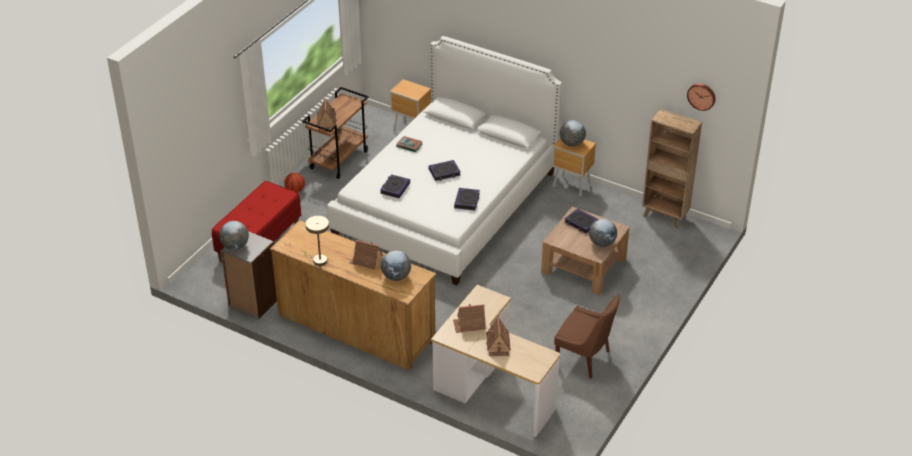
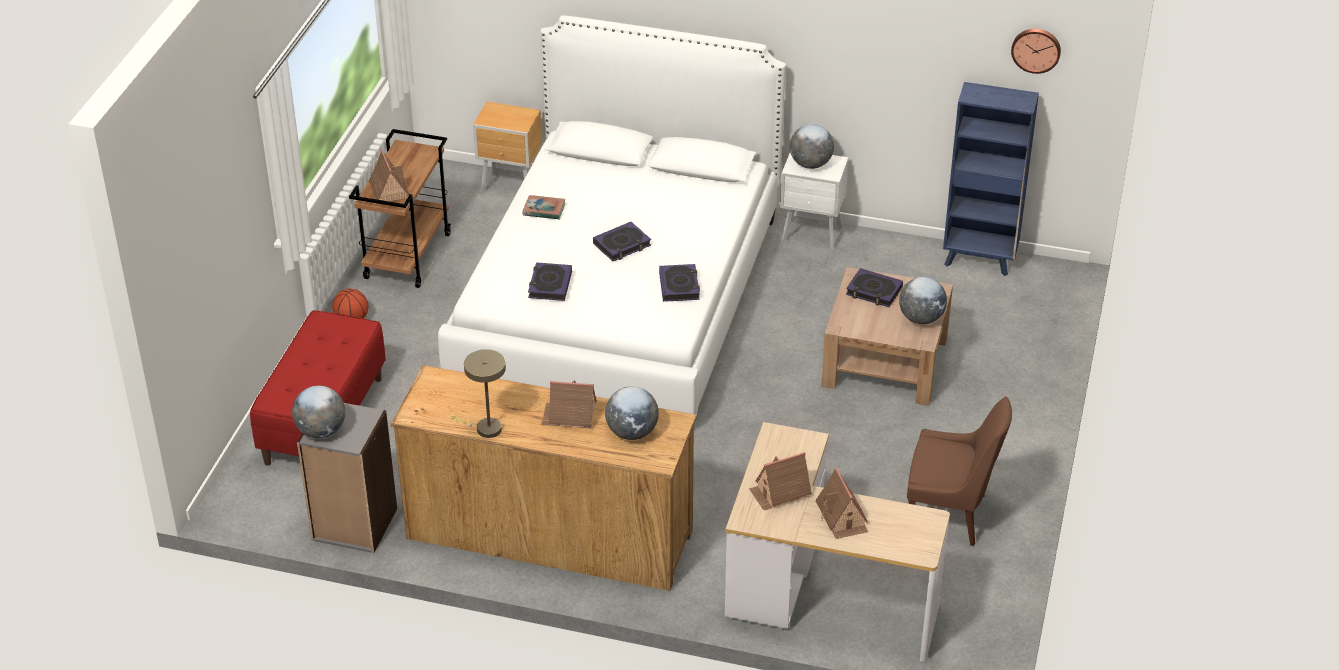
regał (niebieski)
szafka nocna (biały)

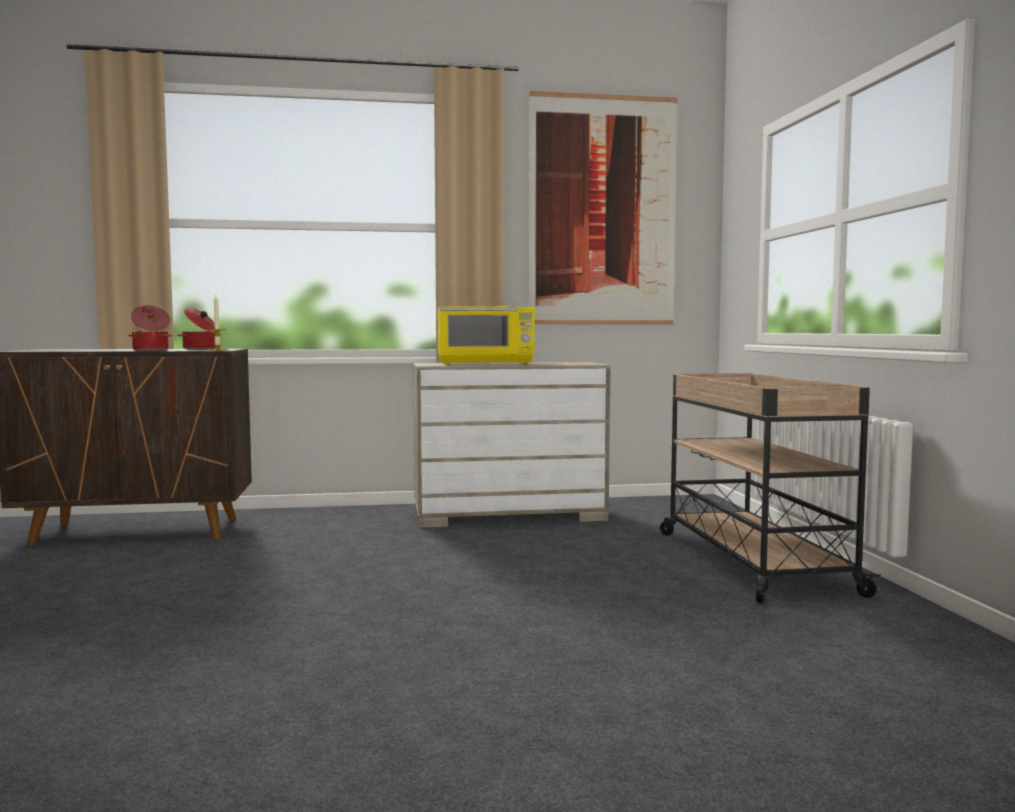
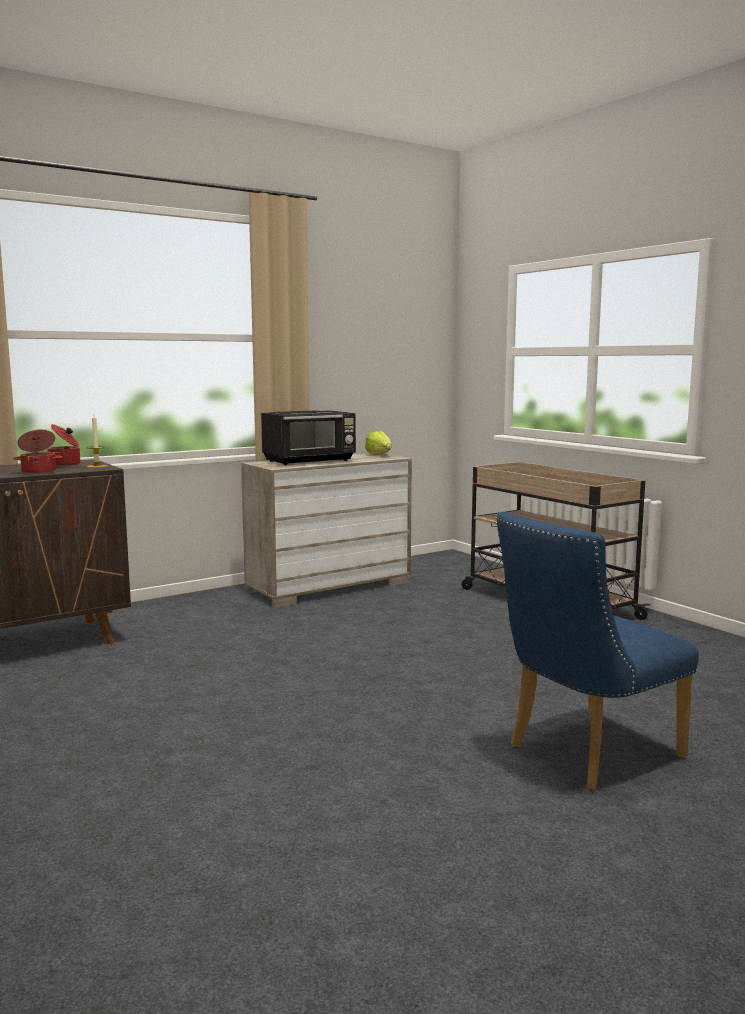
obraz
mikrofalówka (czarny)
sałata
krzesło (niebieski)

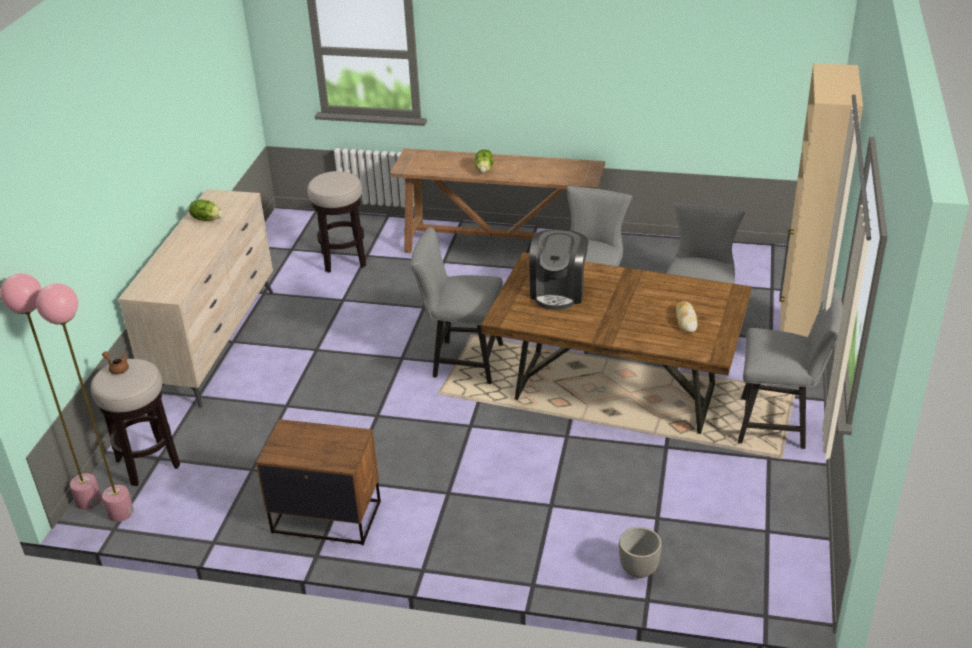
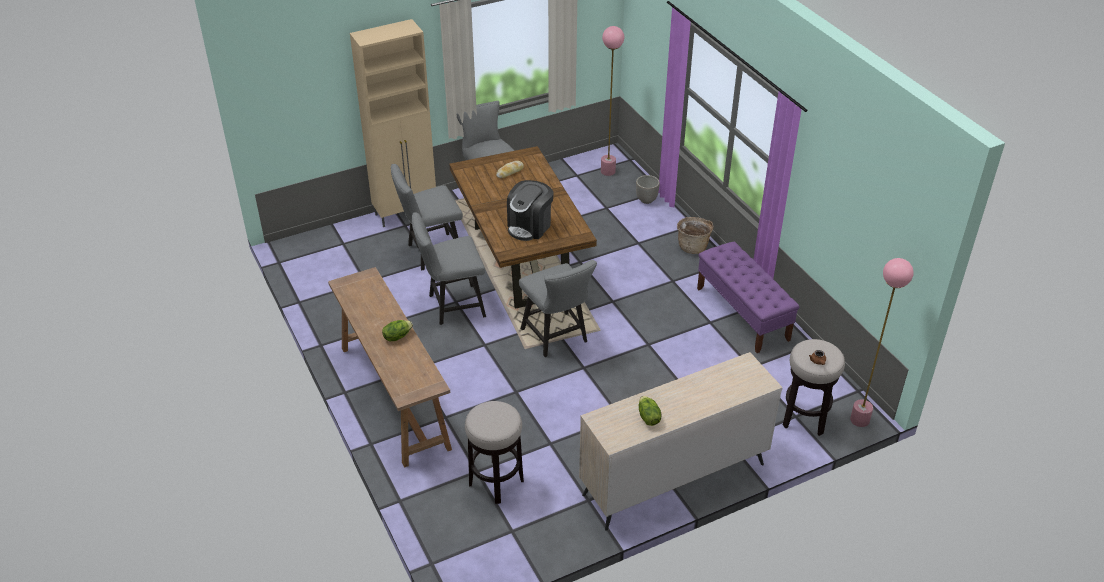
ekspres do kawy
lampa stojąca (różowy) (1st from left)
ławka (fioletowy)
koszyk

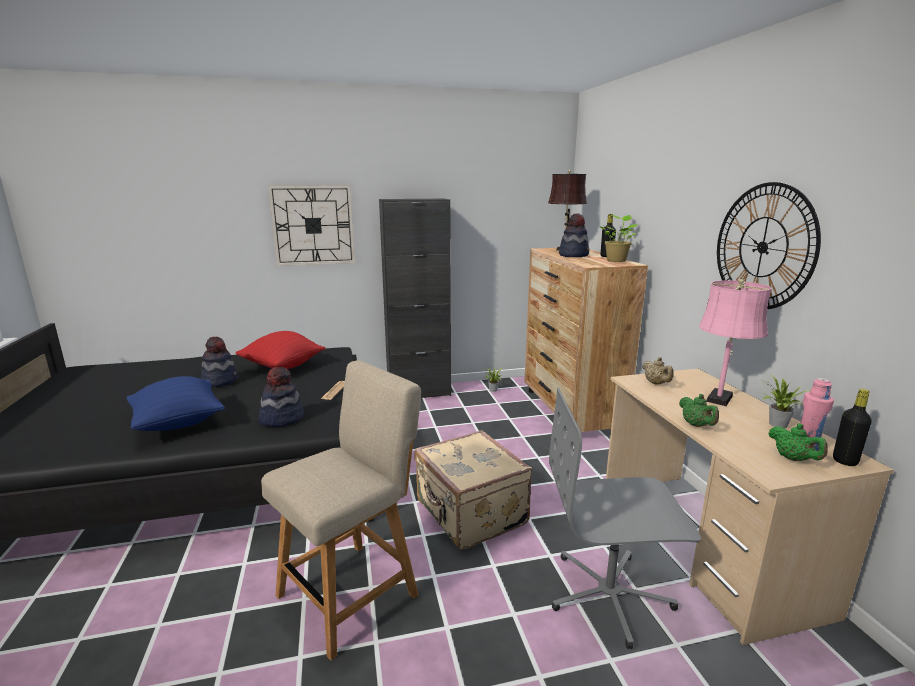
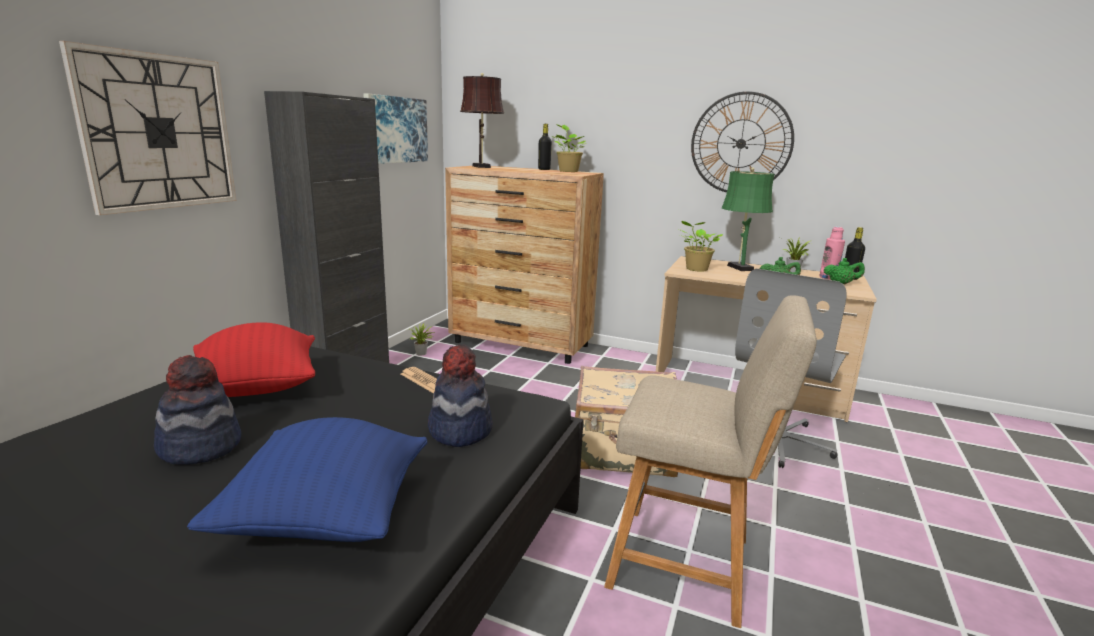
kapelusz (3rd from left in the first image)
lampa stołowa (zielony)
roślina doniczkowa (3rd from left)
krzesło (beżowy)
obraz

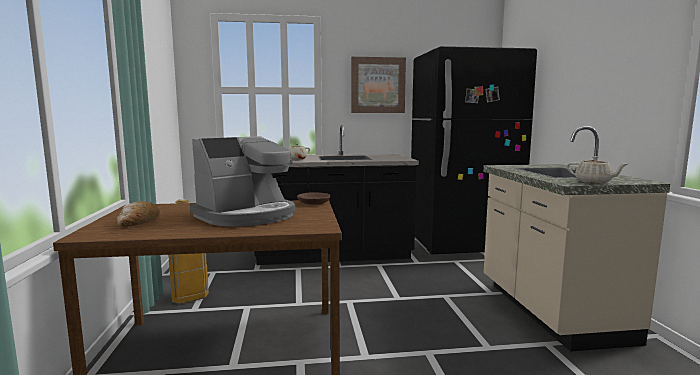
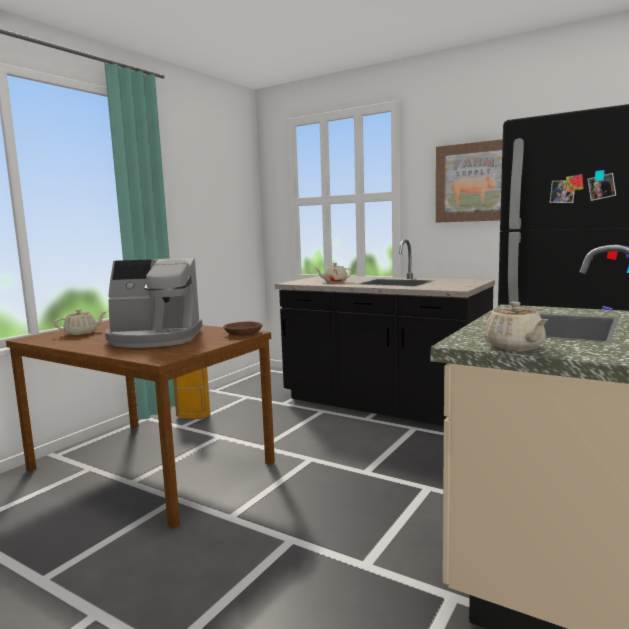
imbryk (beżowy) (1st from left)

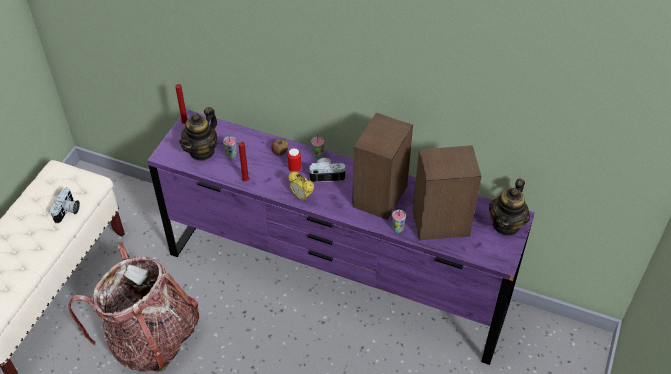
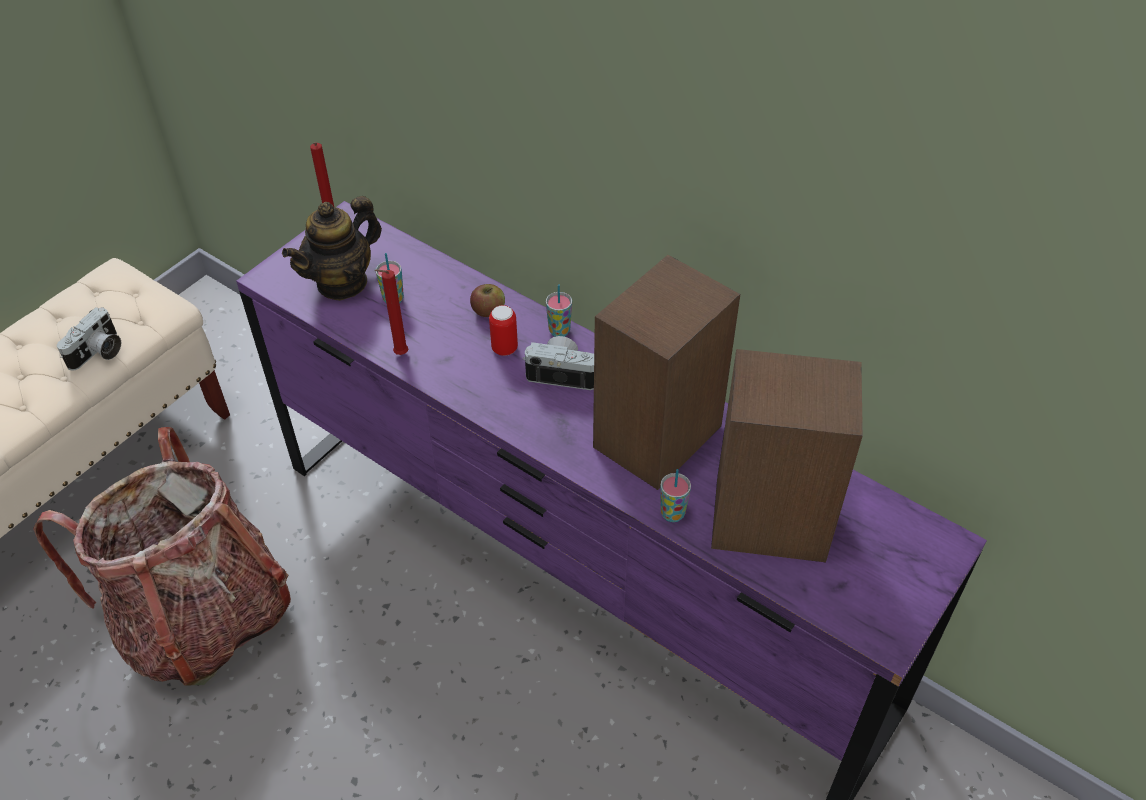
budzik
imbryk (2nd from left in the first image)

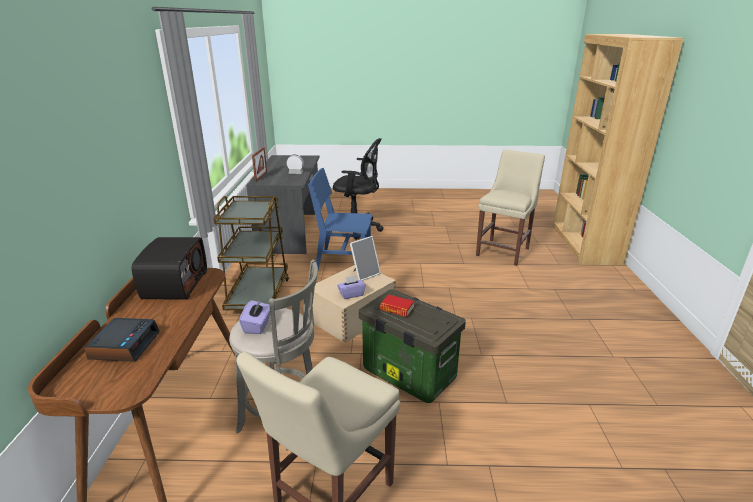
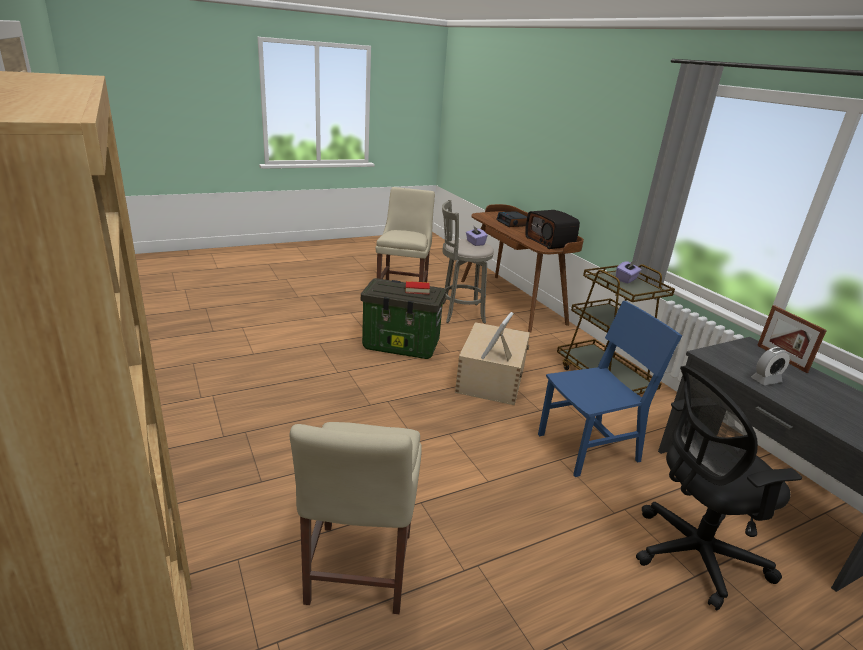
pudełko chusteczek (fioletowy) (2nd from left)

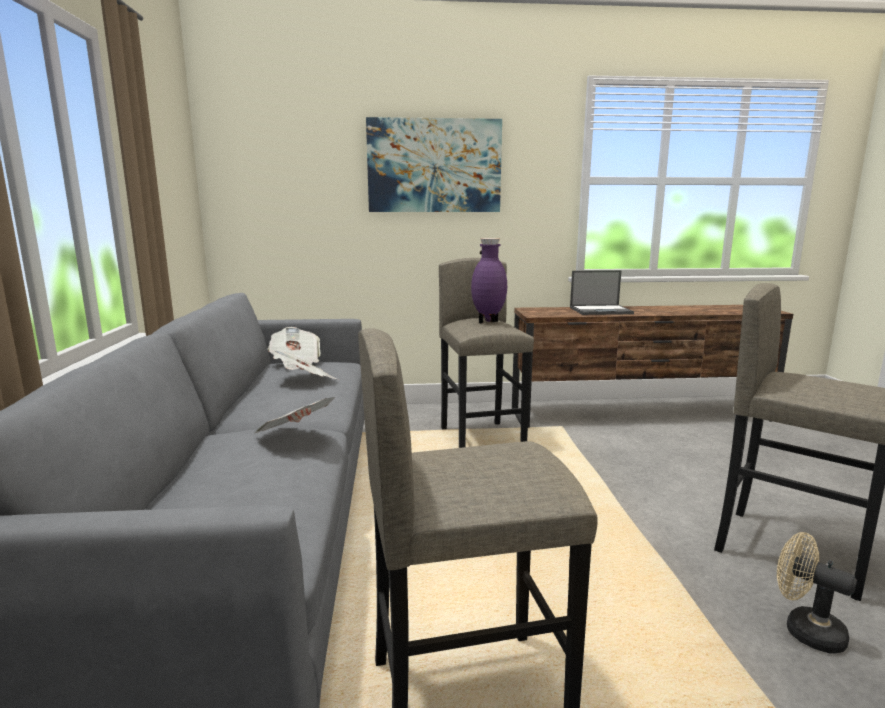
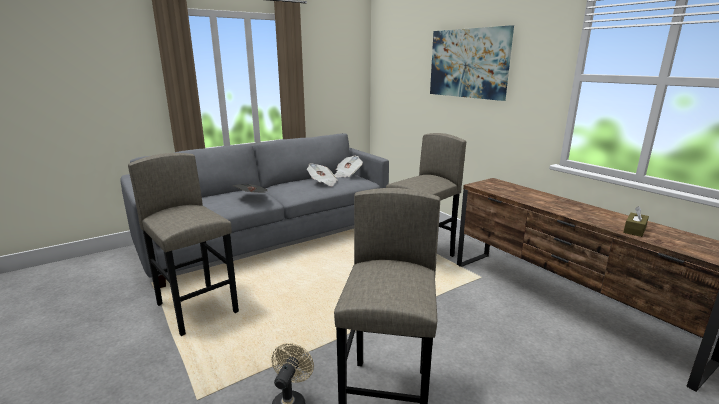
wazon (fioletowy)
laptop
pudełko chusteczek (brązowy)

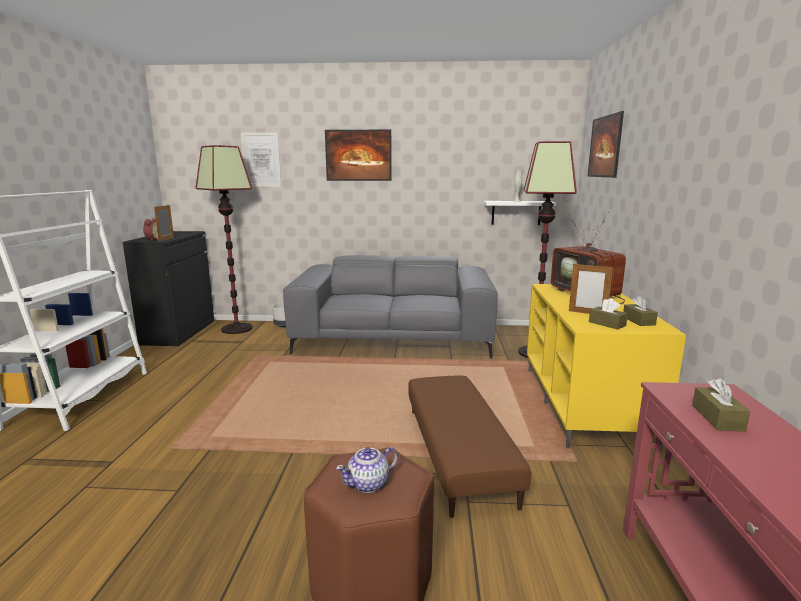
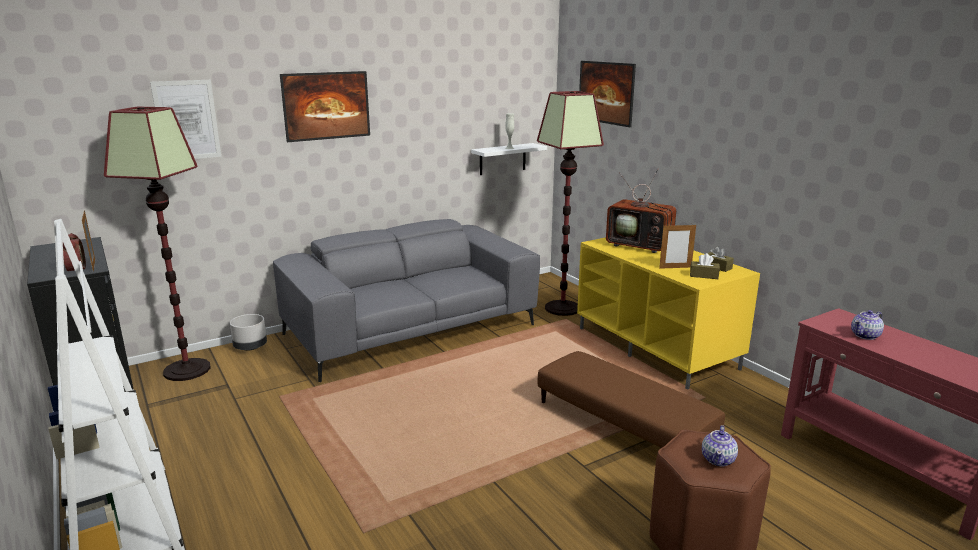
imbryk (2nd from left)

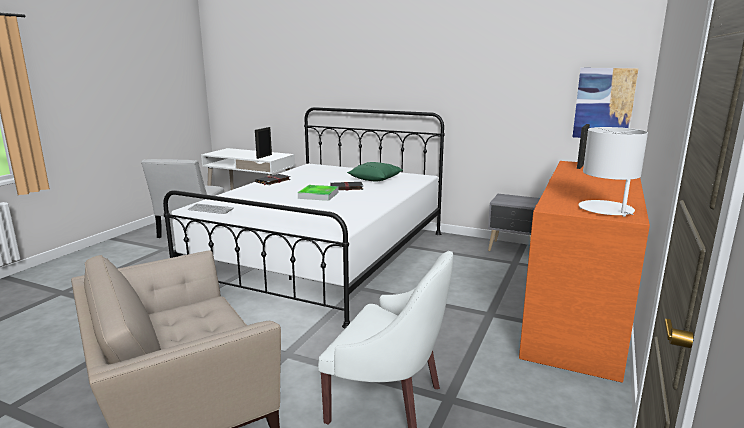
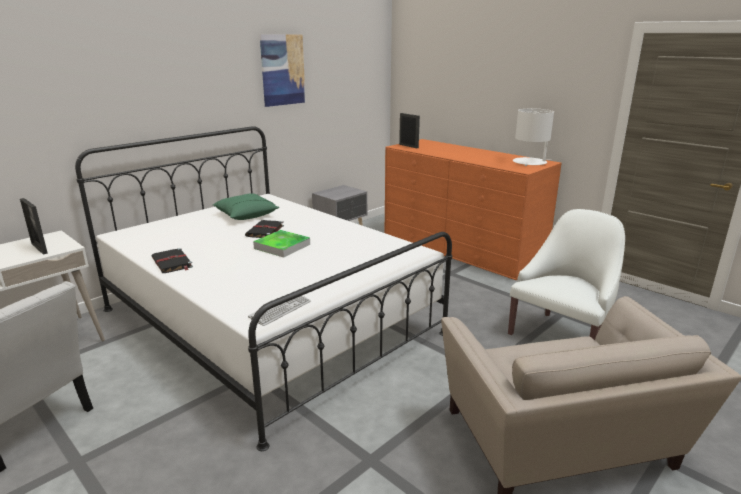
obraz

